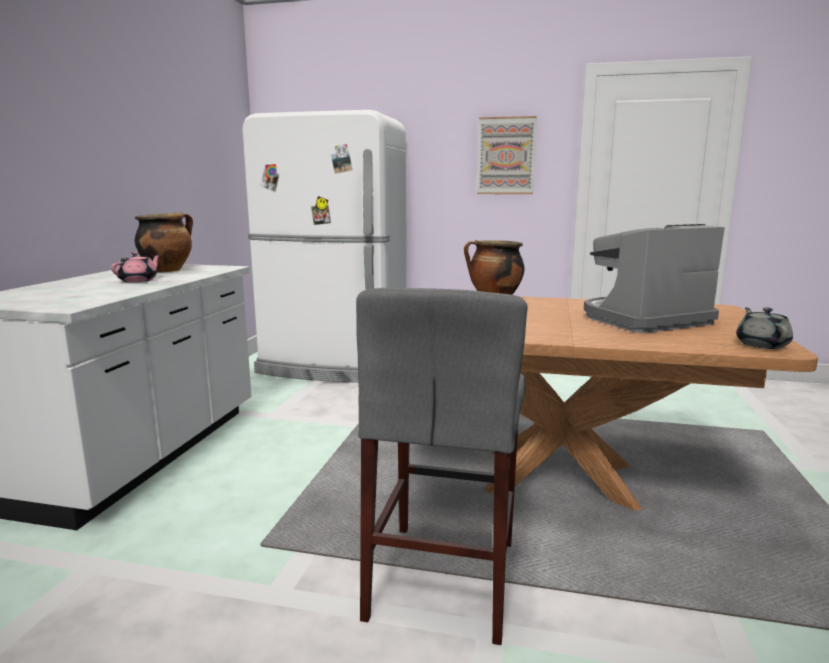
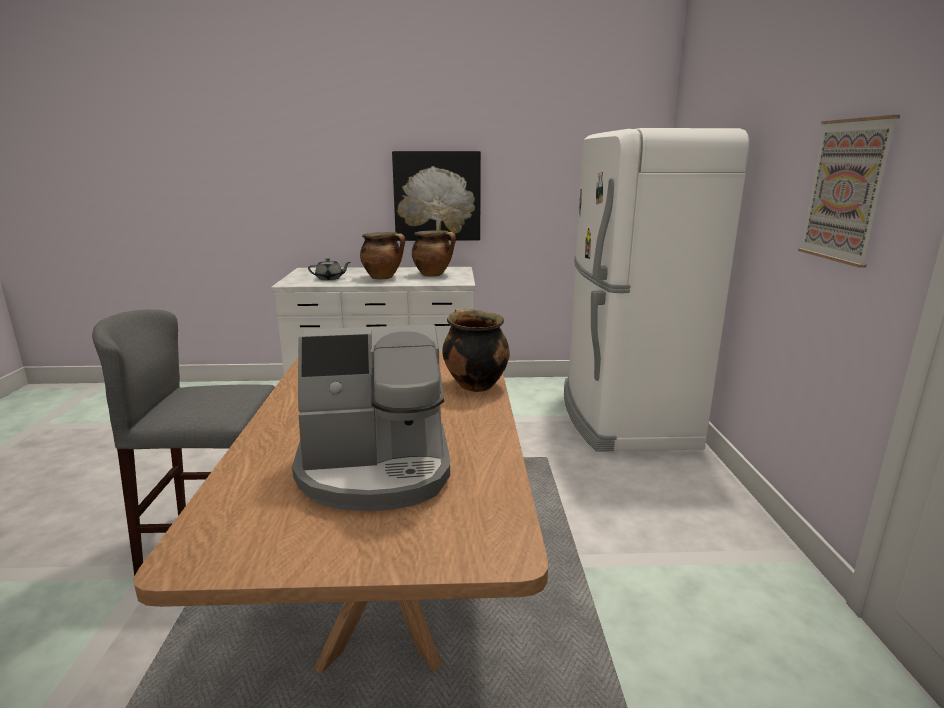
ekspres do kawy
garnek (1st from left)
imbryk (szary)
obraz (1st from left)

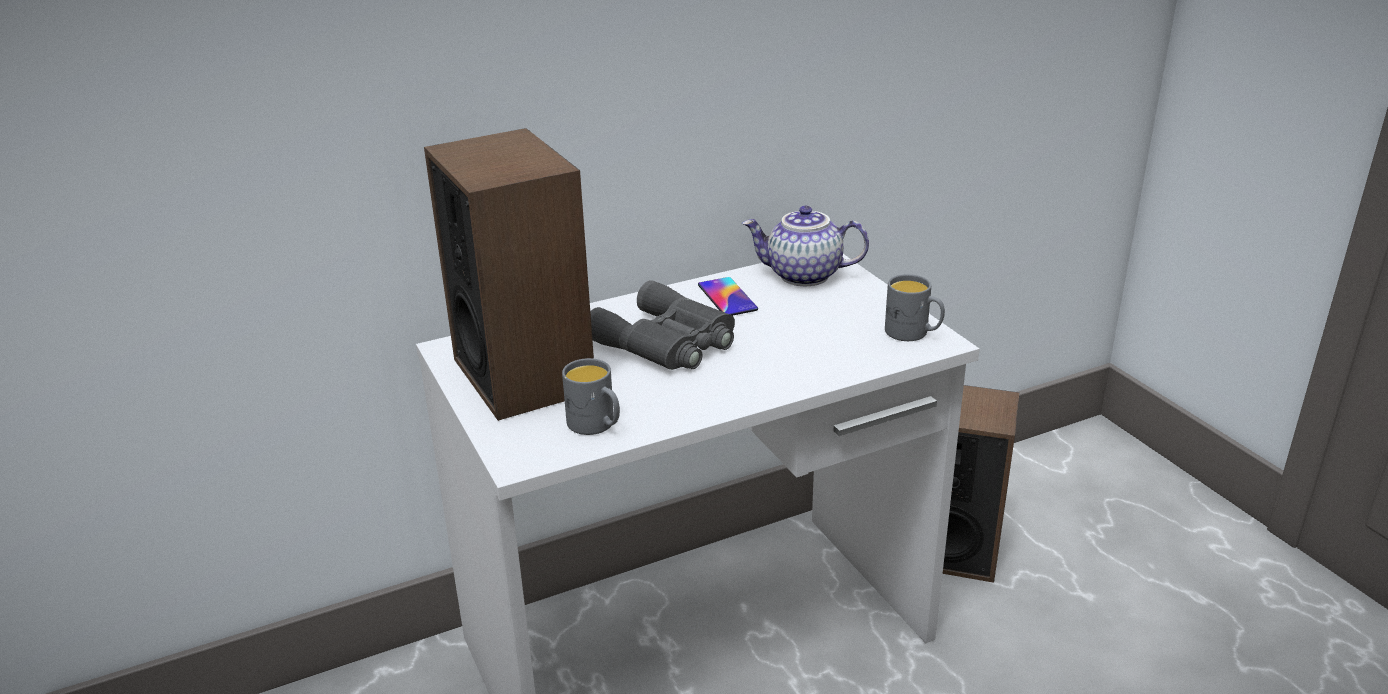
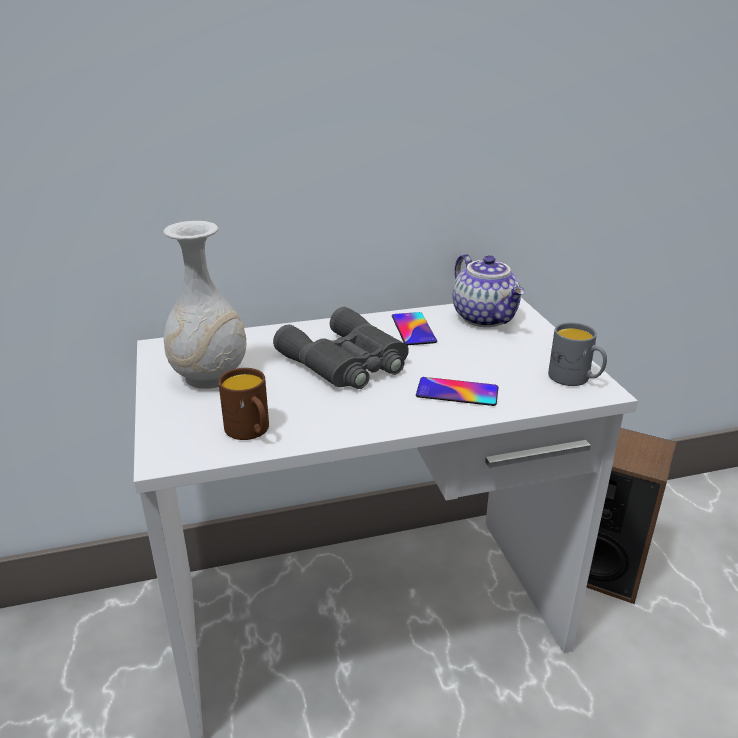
wazon (biały)
imbryk
kubek (brązowy)
telefon (2nd from left)

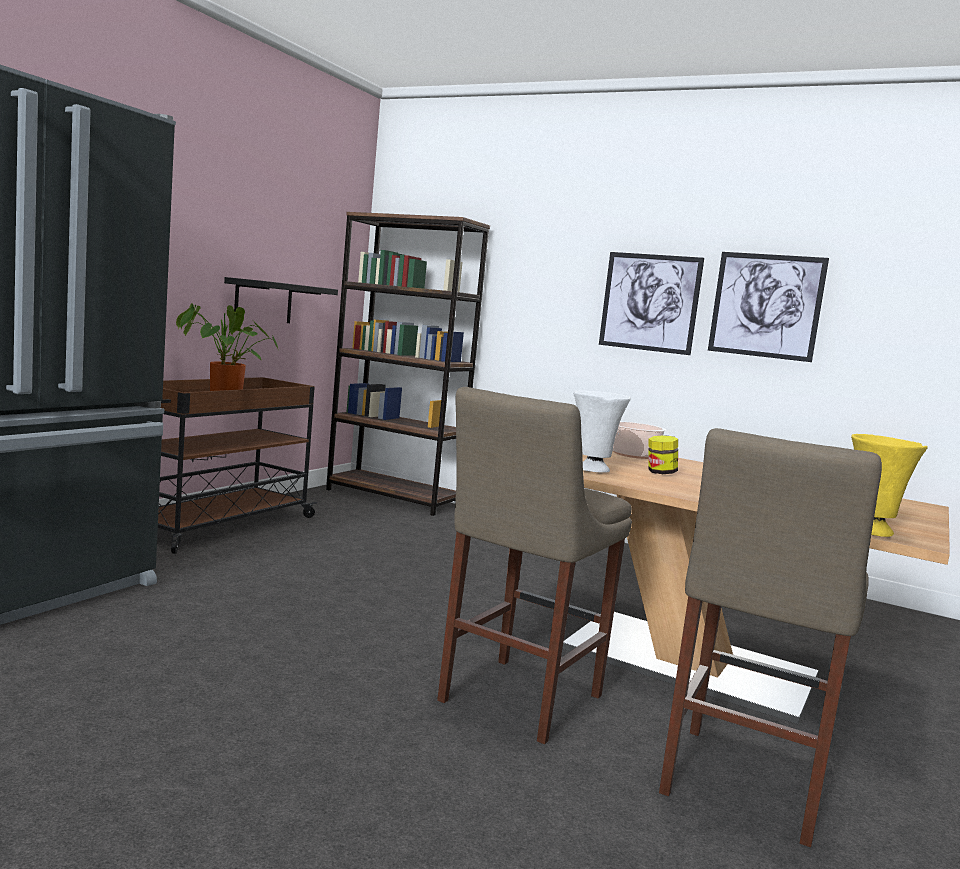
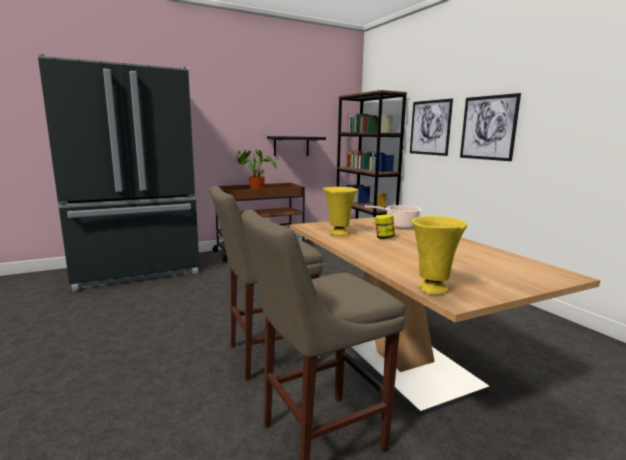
obraz (1st from left)
wazon (żółty) (1st from left)

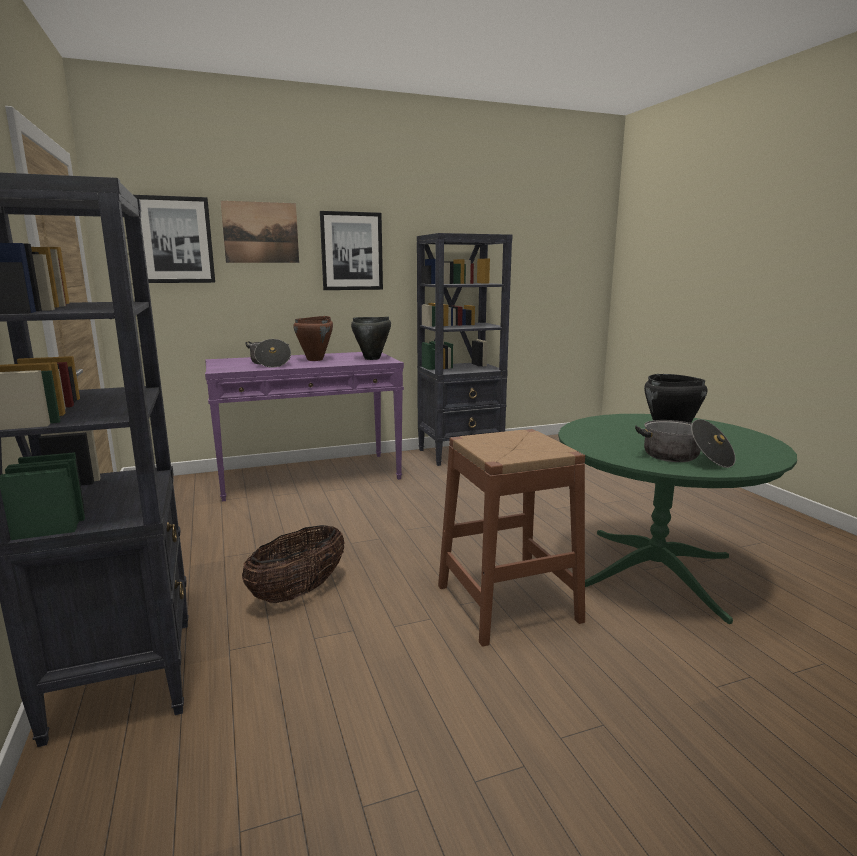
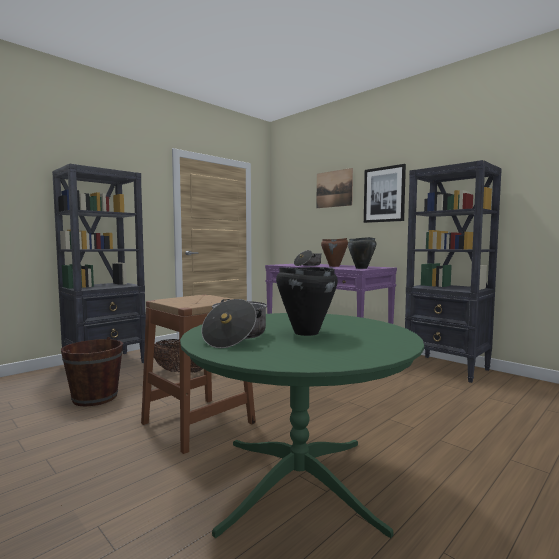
obraz (1st from left in the first image)
wiadro (brązowy)

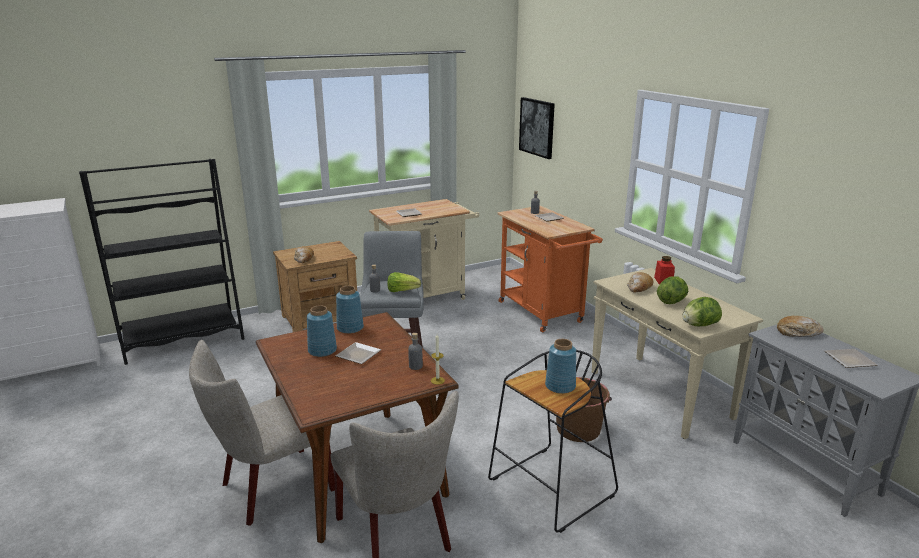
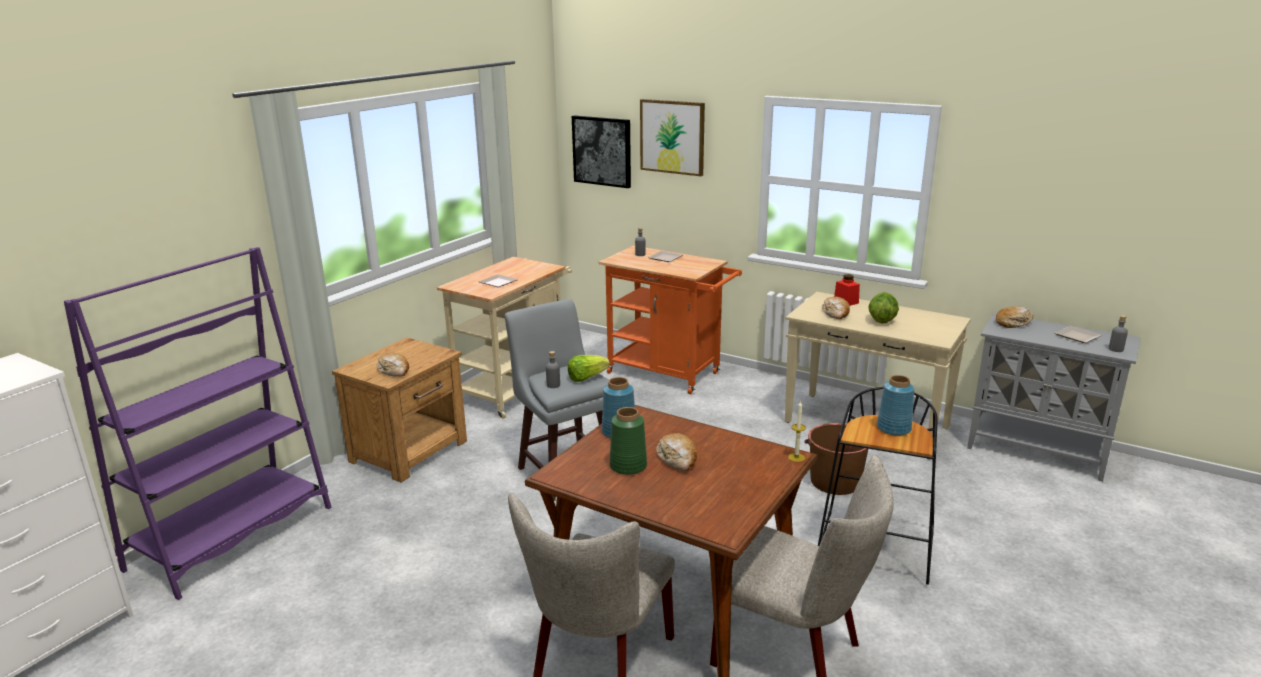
regał (fioletowy)
sałata (3rd from left in the first image)
wazon (zielony)
butelka (szary) (3rd from left)
chleb (2nd from left)
obraz (2nd from left)

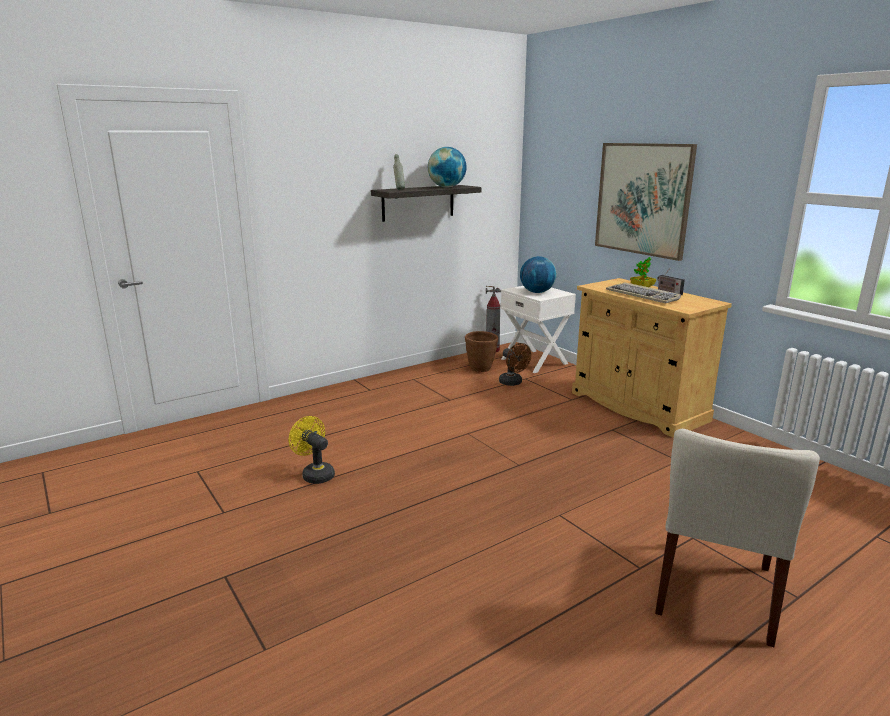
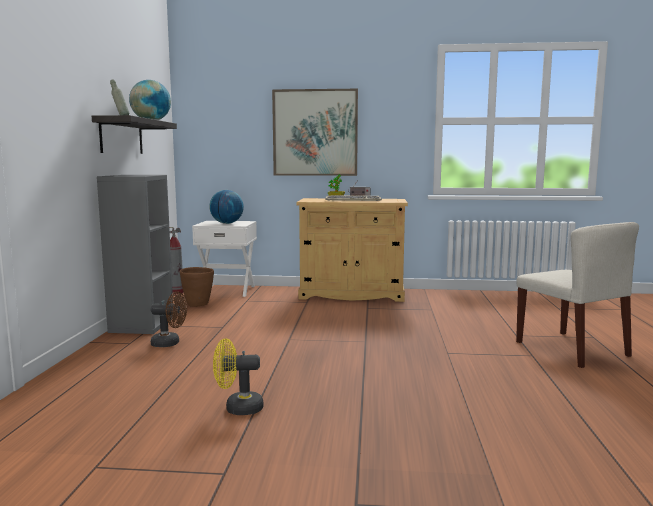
wentylator (brązowy)
regał (szary)

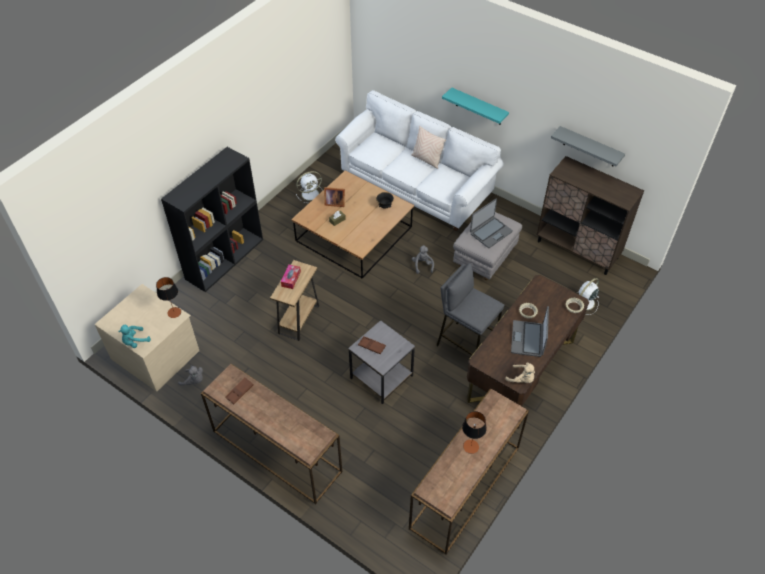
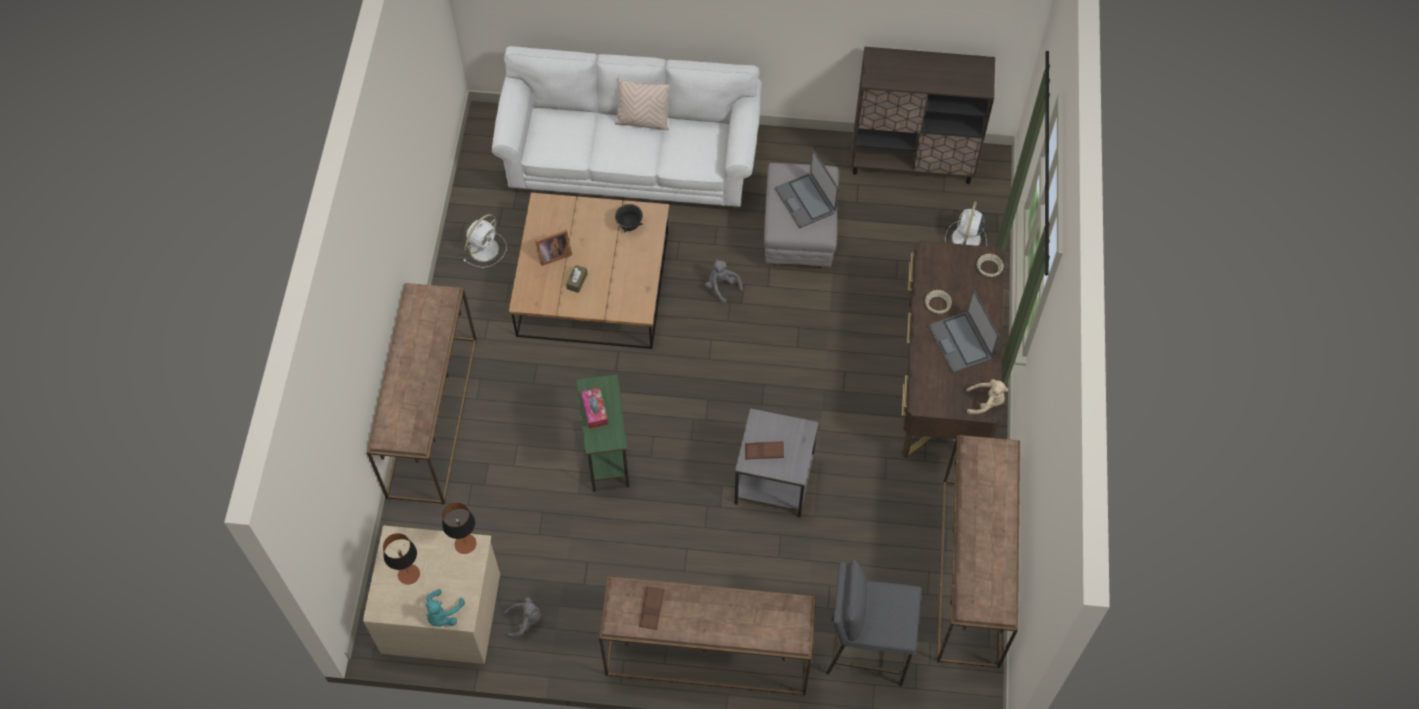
półka (turkusowy)
półka (szary)
stolik konsolowy (brązowy) (1st from left)
laptop (1st from left)
stolik (zielony)
stołek (szary)
lampa stołowa (1st from left)

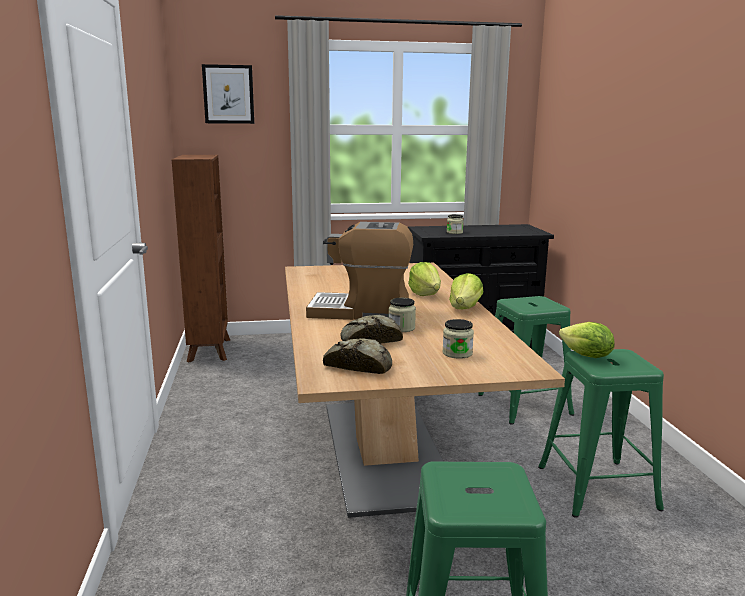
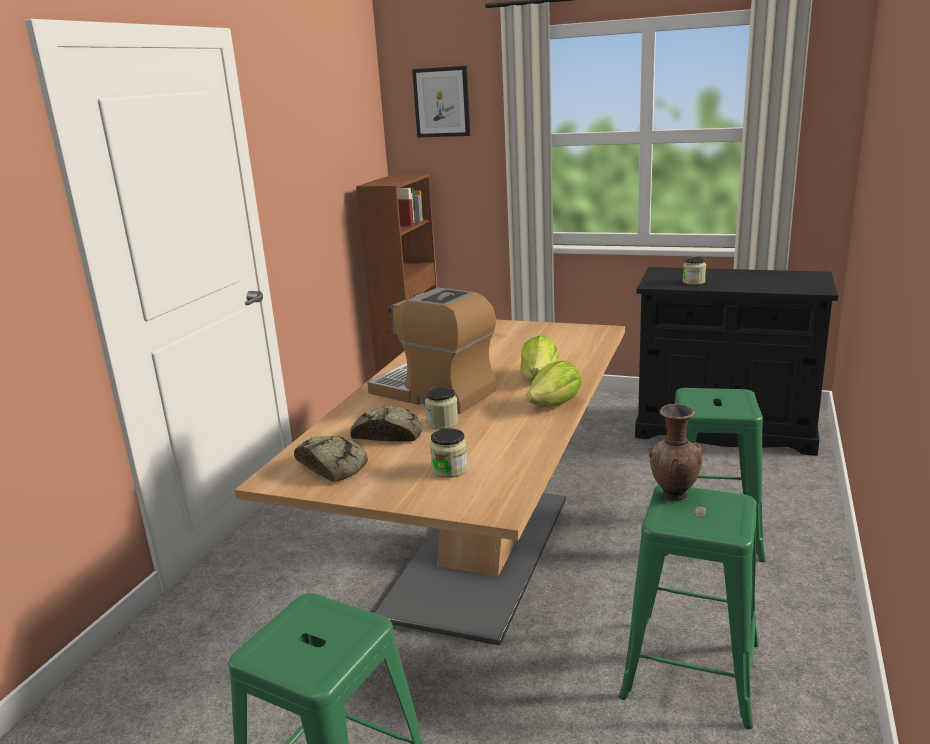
wazon (brązowy)

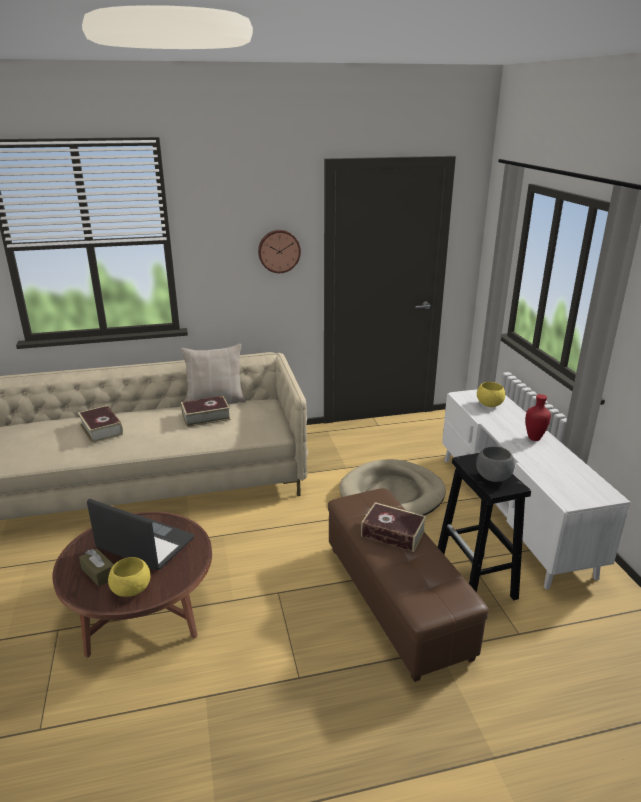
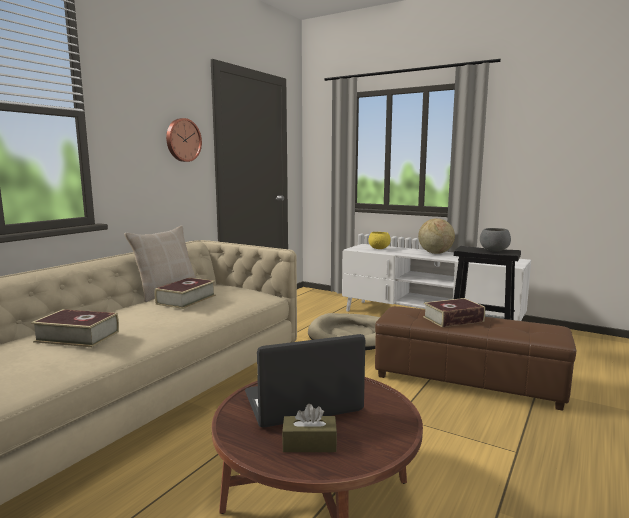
globus
miska (żółty) (1st from left in the first image)

